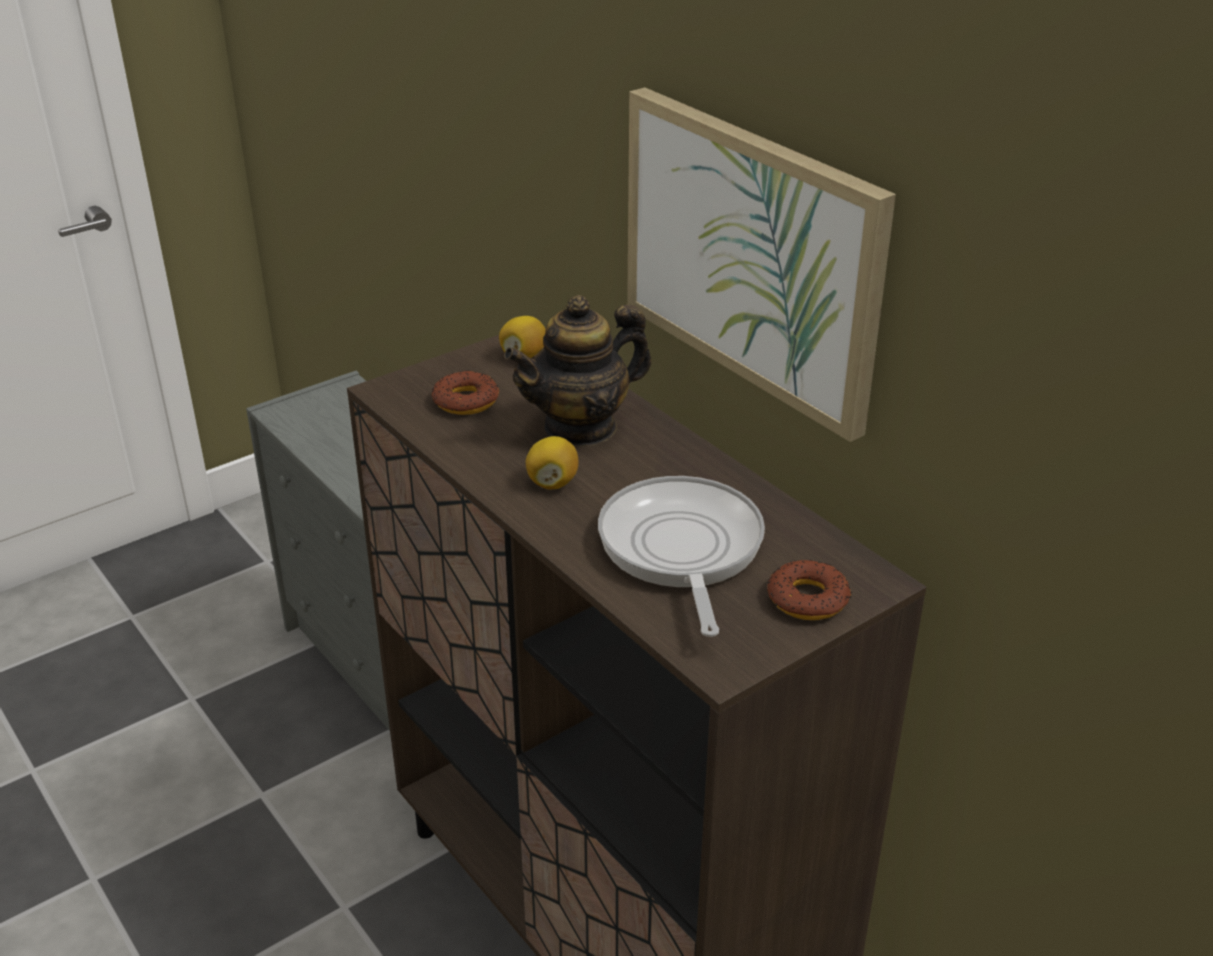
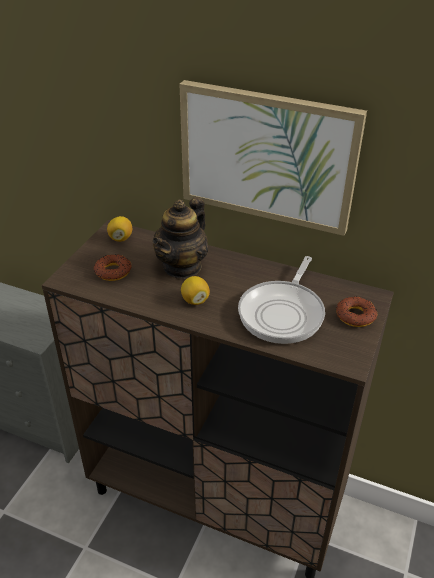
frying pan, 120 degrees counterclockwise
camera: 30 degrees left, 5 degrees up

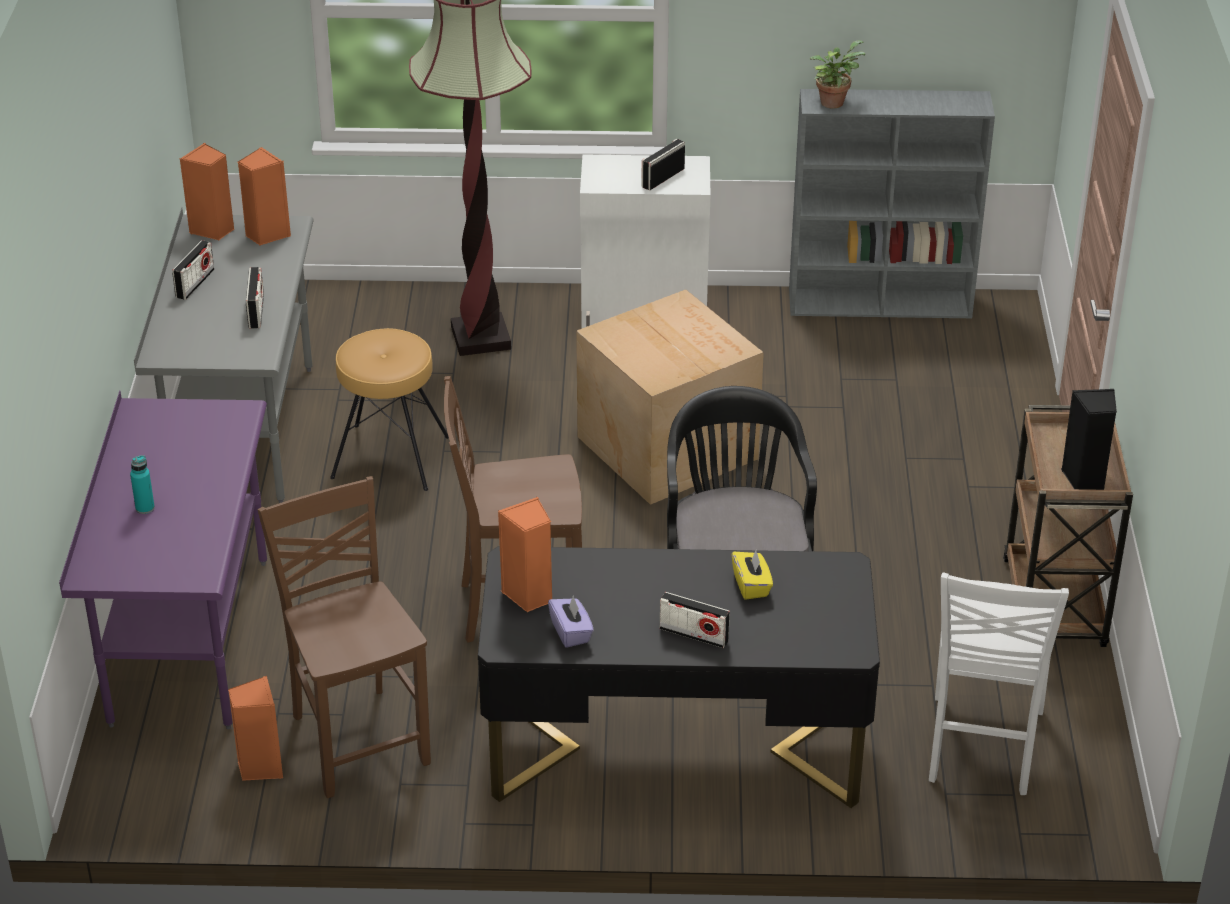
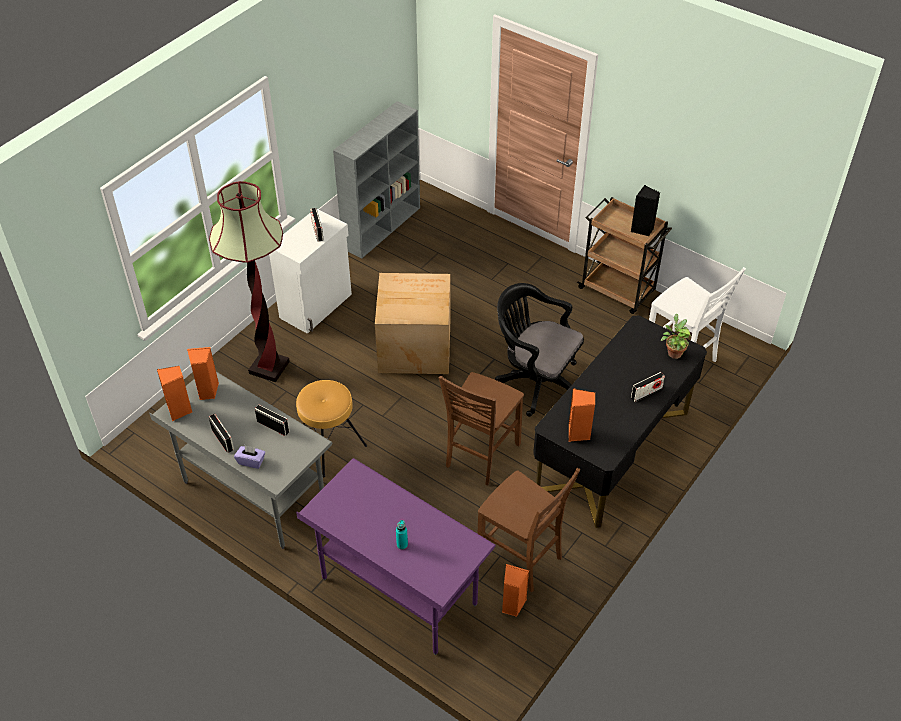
potted plant, moved
chair (brown) (1st from left in the first image) → chair (brown) (2nd from left), 150 degrees counterclockwise
tissue box (yellow) → -
tissue box (purple), moved
camera: 55 degrees left, 10 degrees up

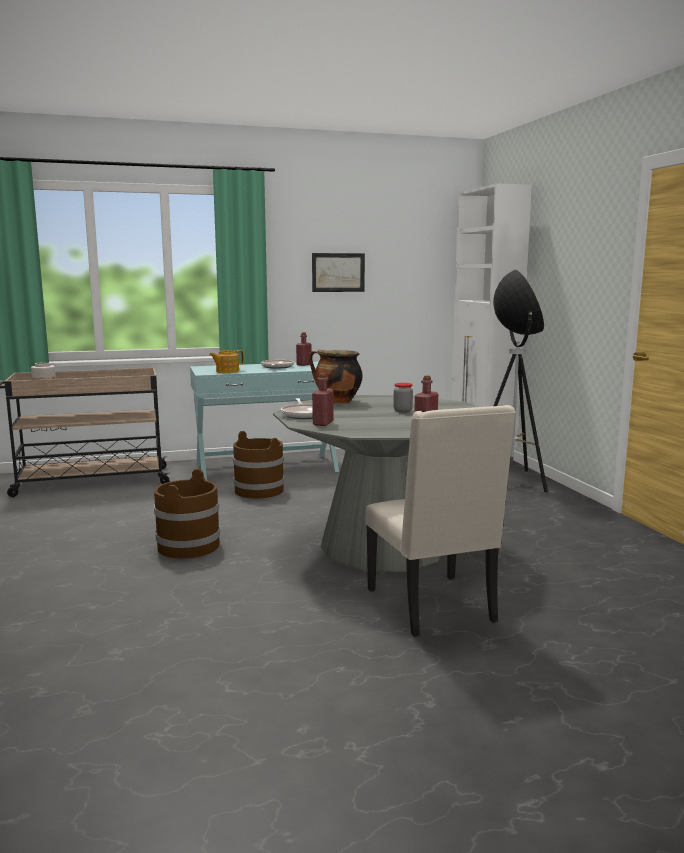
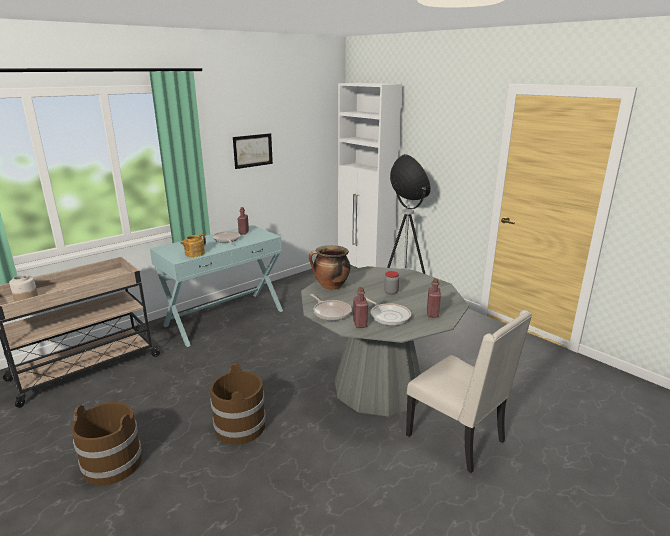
bucket (brown) (2nd from left in the first image) → bucket (brown) (1st from left), moved
- → frying pan (3rd from left)
camera: 25 degrees left, 10 degrees up

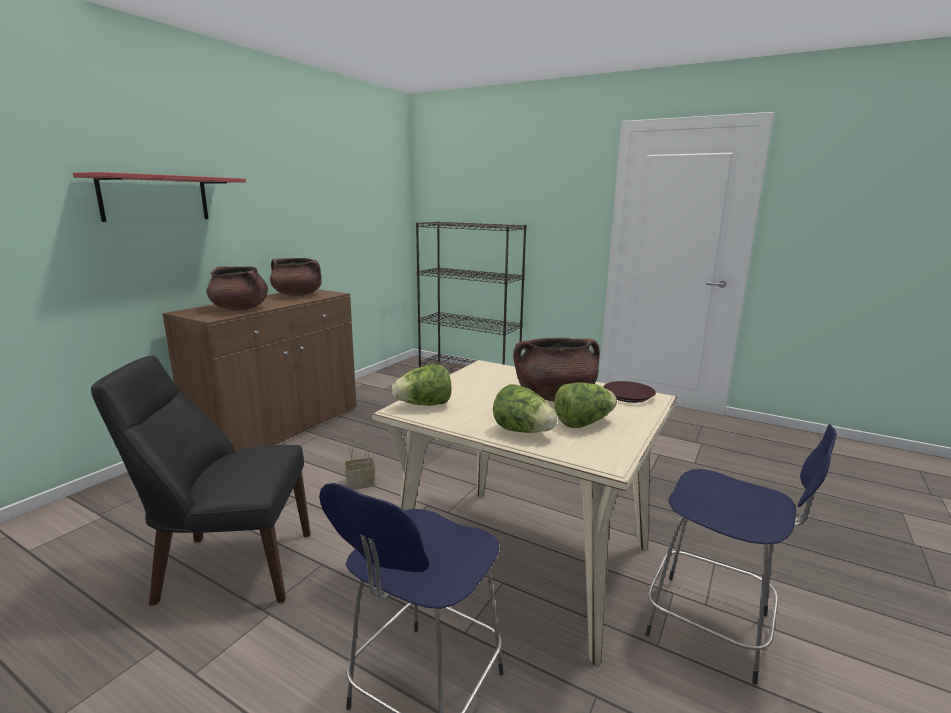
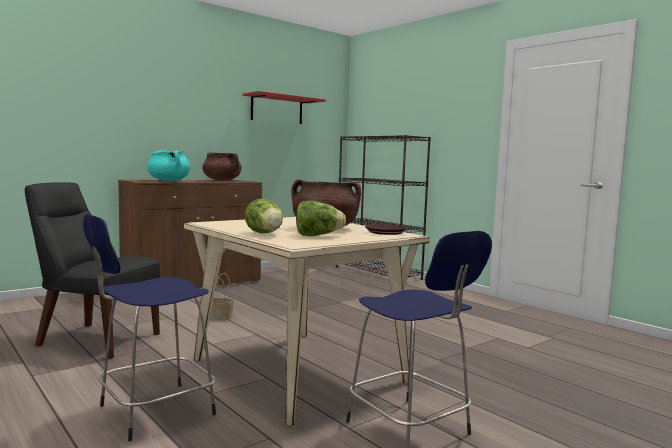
shelf (red), moved
cooking pot (brown) (1st from left) → cooking pot (turquoise)
lettuce (1st from left) → -
camera: 20 degrees right, 10 degrees down

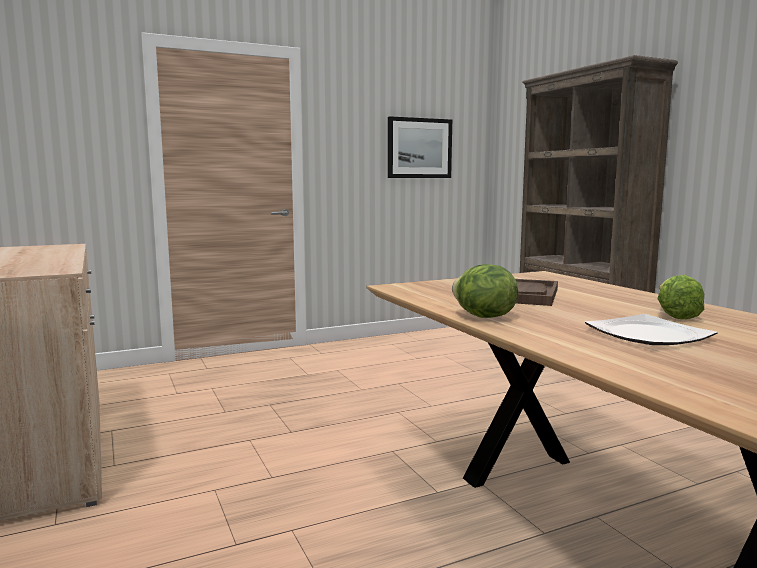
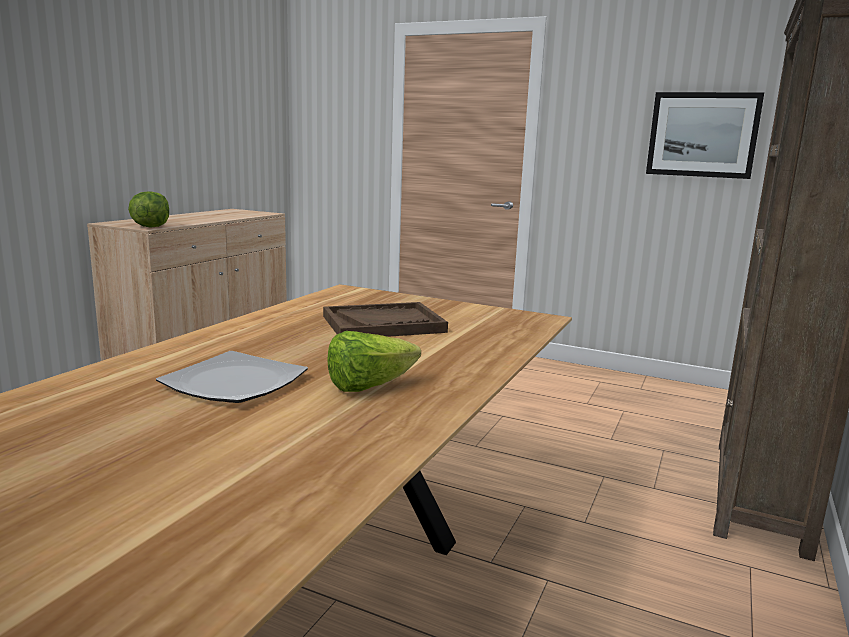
lettuce (1st from left), moved
camera: 50 degrees right, 5 degrees up

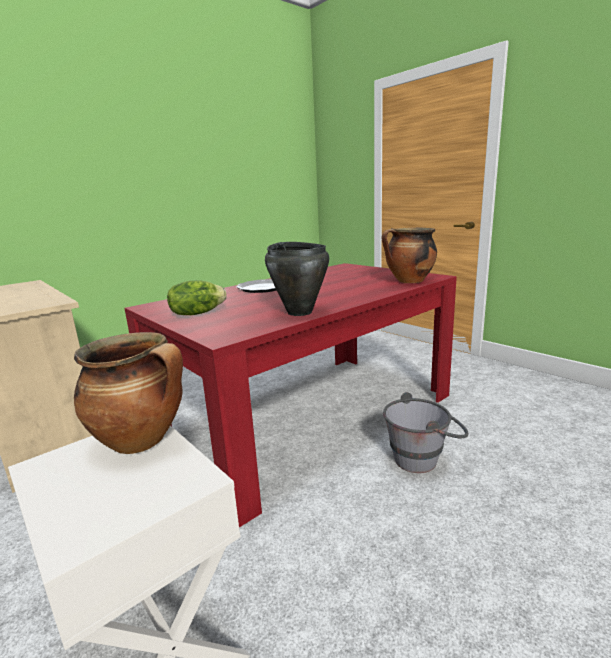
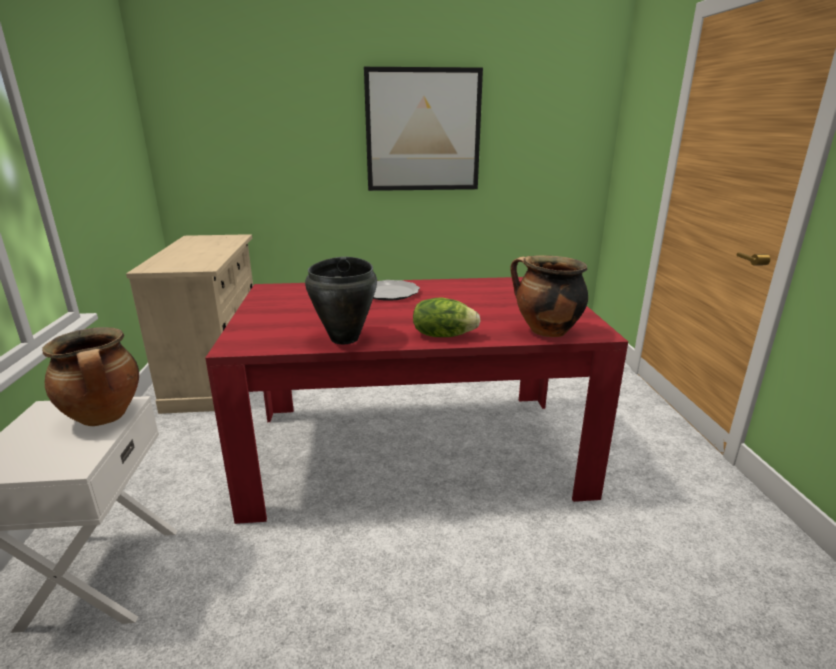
lettuce, moved
bucket (grey) → -
- → picture
camera: 35 degrees right, 5 degrees up

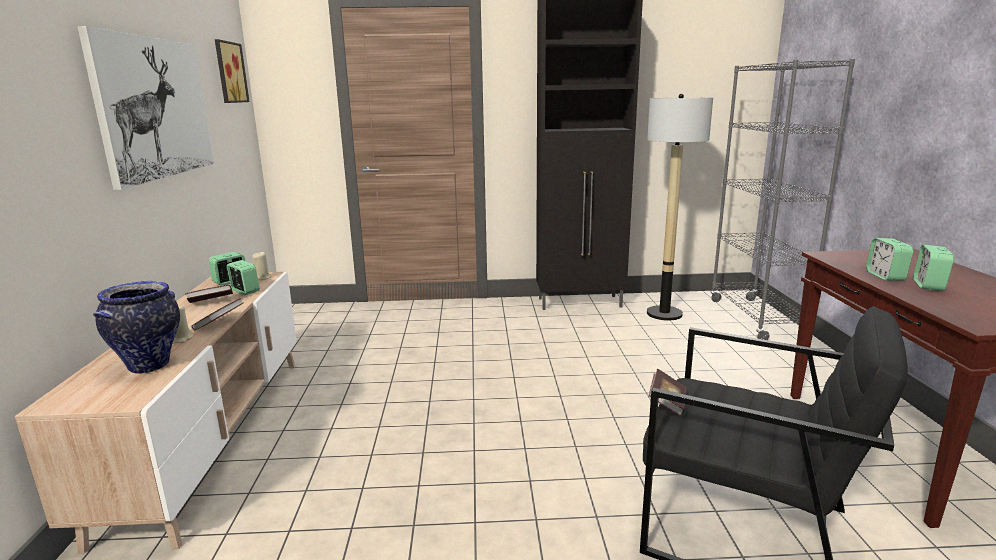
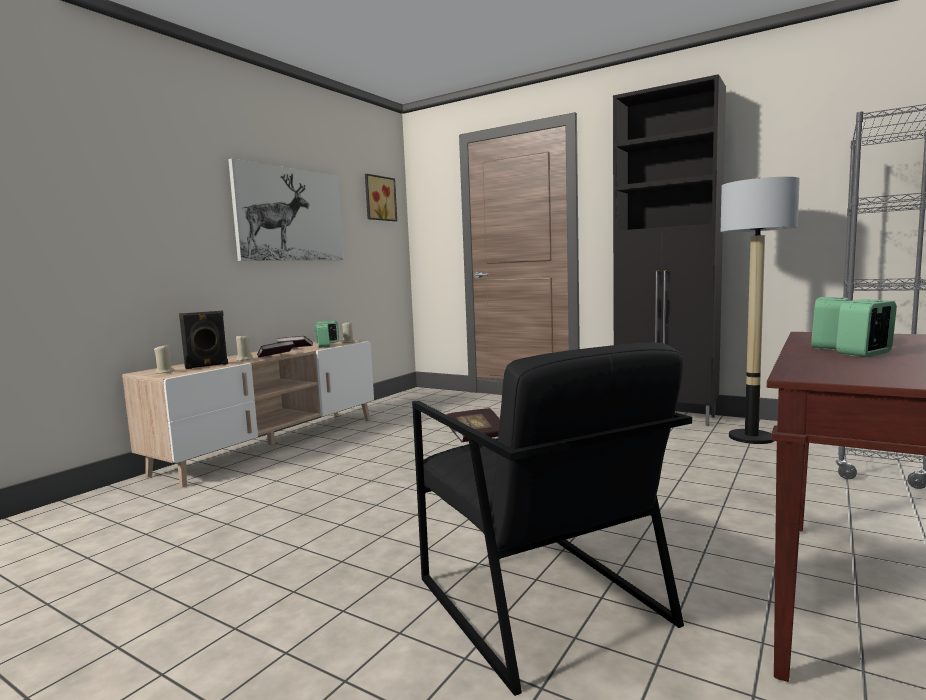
vase → speaker (black)
- → candle (beige) (1st from left)
camera: 35 degrees right, 10 degrees down

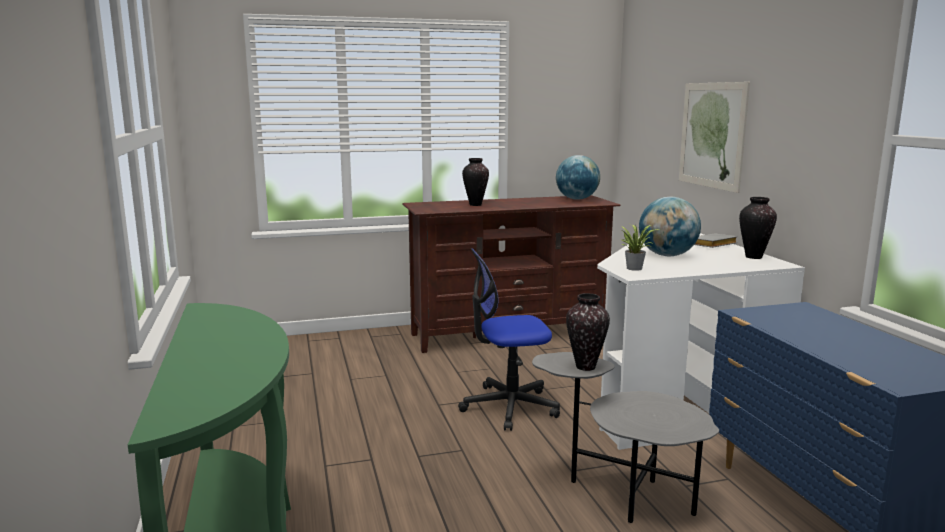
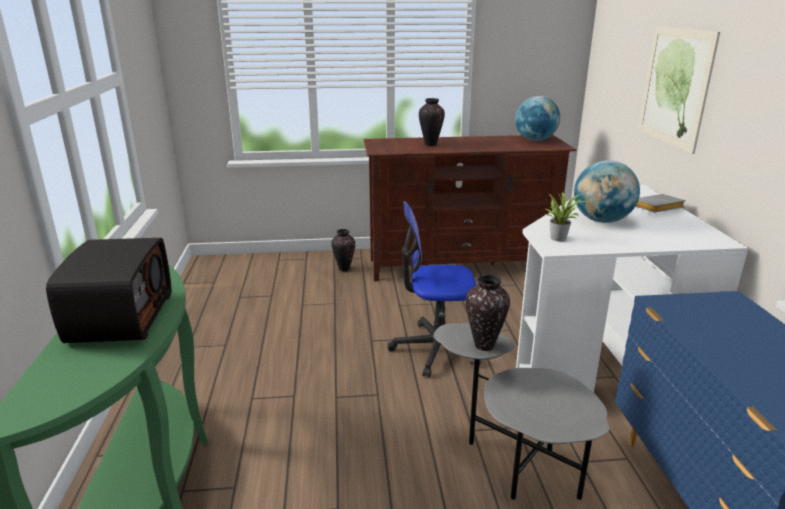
vase (3rd from left in the first image) → vase (1st from left), moved
- → radio
camera: 10 degrees right, 10 degrees up

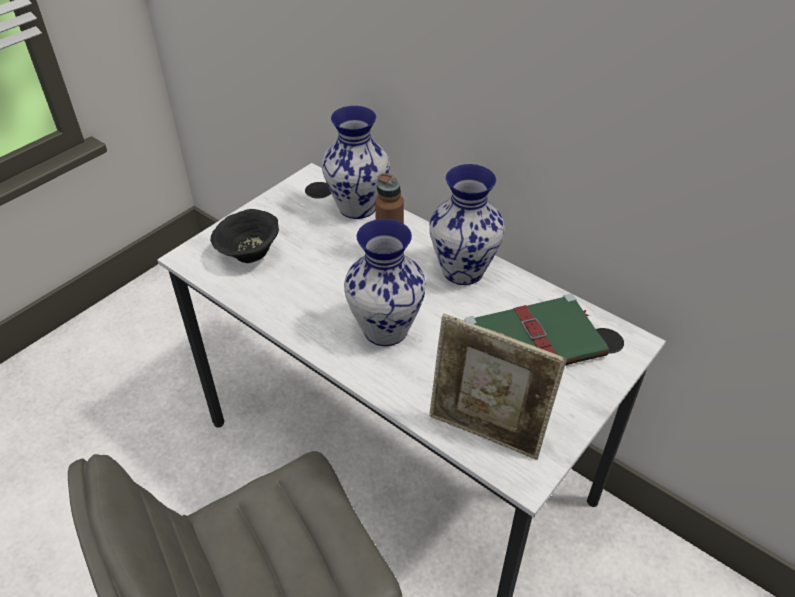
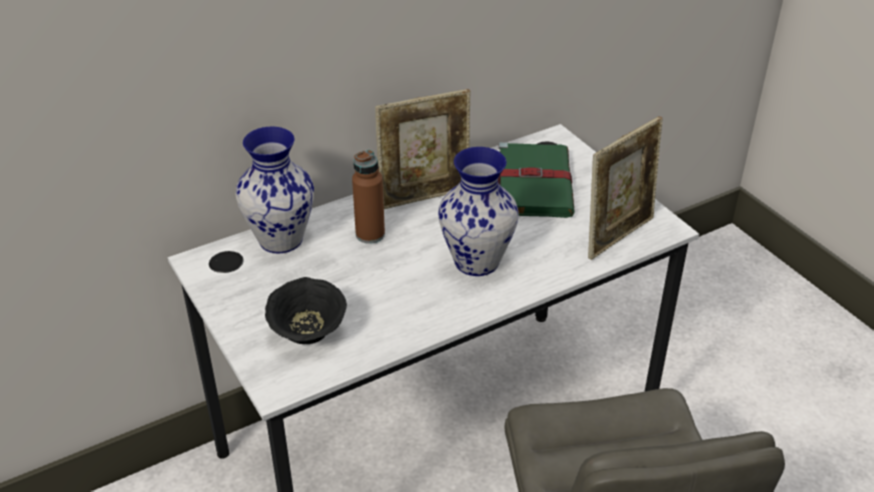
vase (3rd from left) → picture frame (1st from left)
camera: 70 degrees left, 5 degrees down

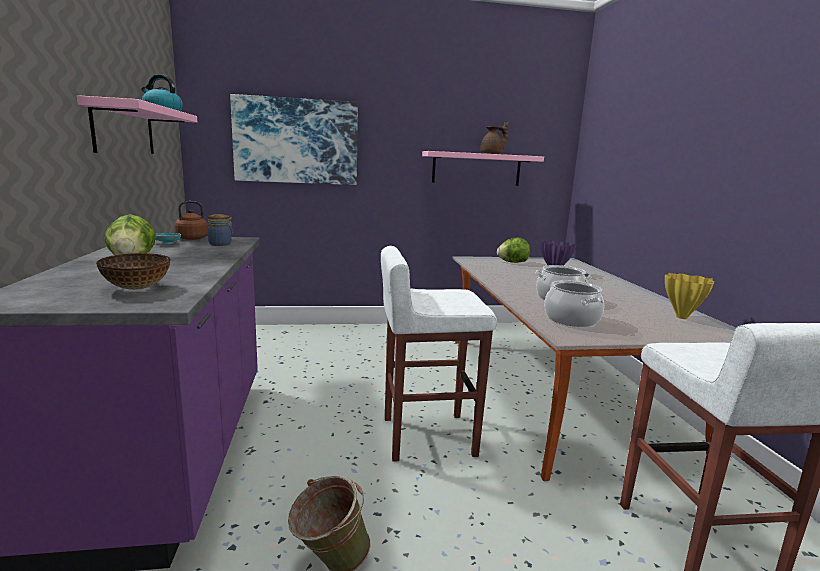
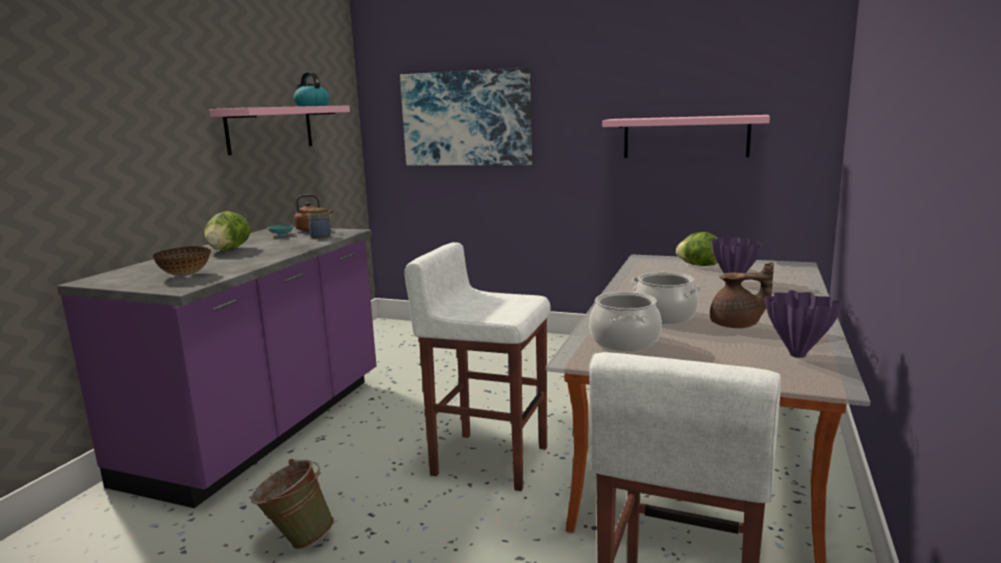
teapot (brown), moved
vase (yellow) → vase (purple) (2nd from left)
camera: 30 degrees right, 0 degrees up

